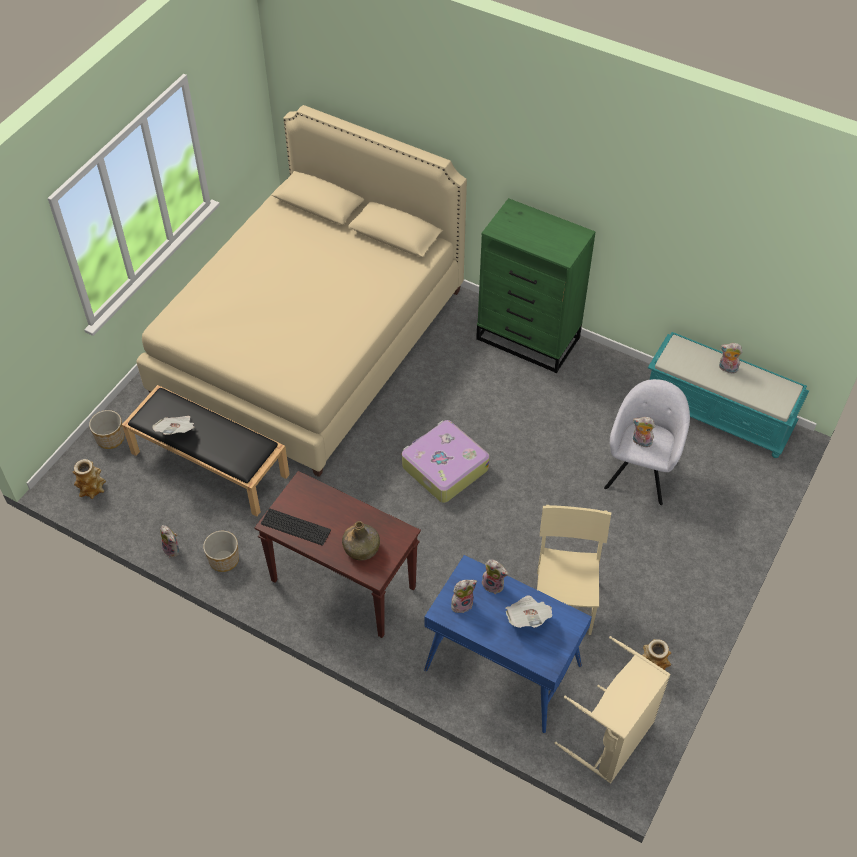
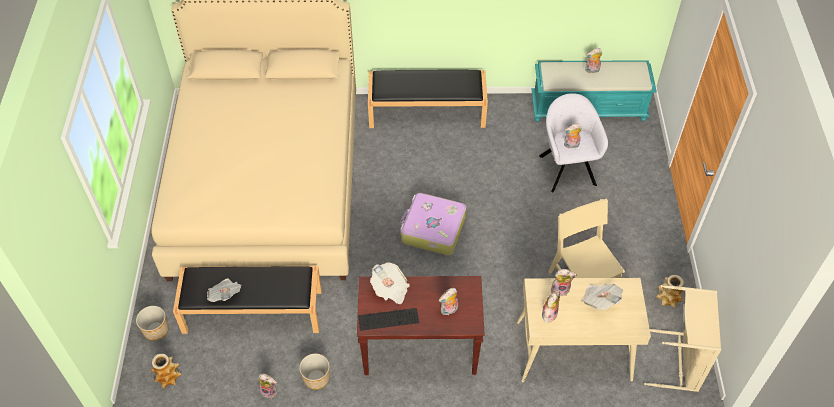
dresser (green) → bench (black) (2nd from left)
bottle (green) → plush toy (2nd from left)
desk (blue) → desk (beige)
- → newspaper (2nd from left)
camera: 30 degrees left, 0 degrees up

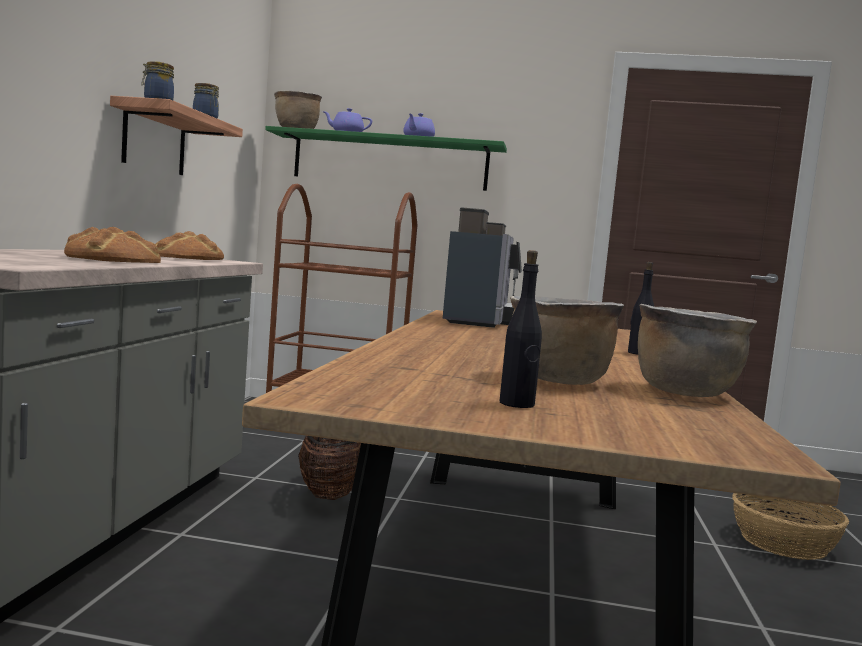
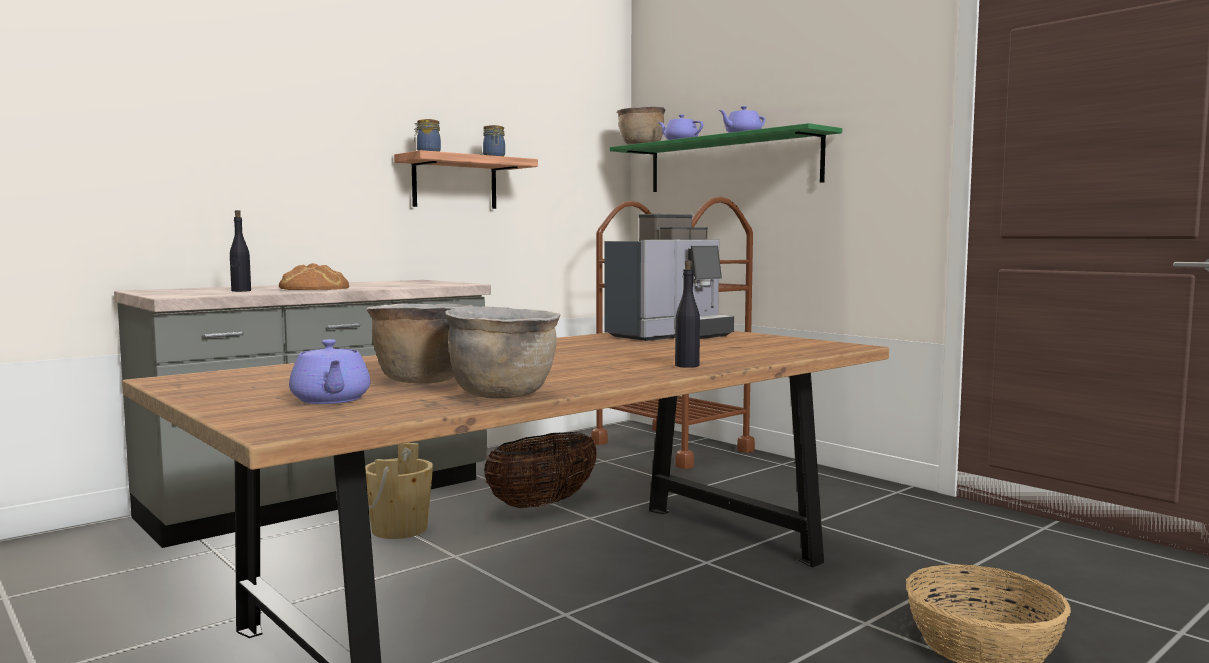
bread (2nd from left) → -
bottle (black) (1st from left), moved
- → teapot (purple) (1st from left)
- → bucket (beige)
camera: 40 degrees right, 0 degrees up

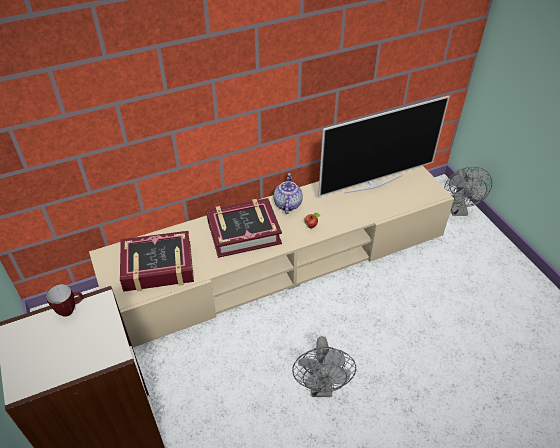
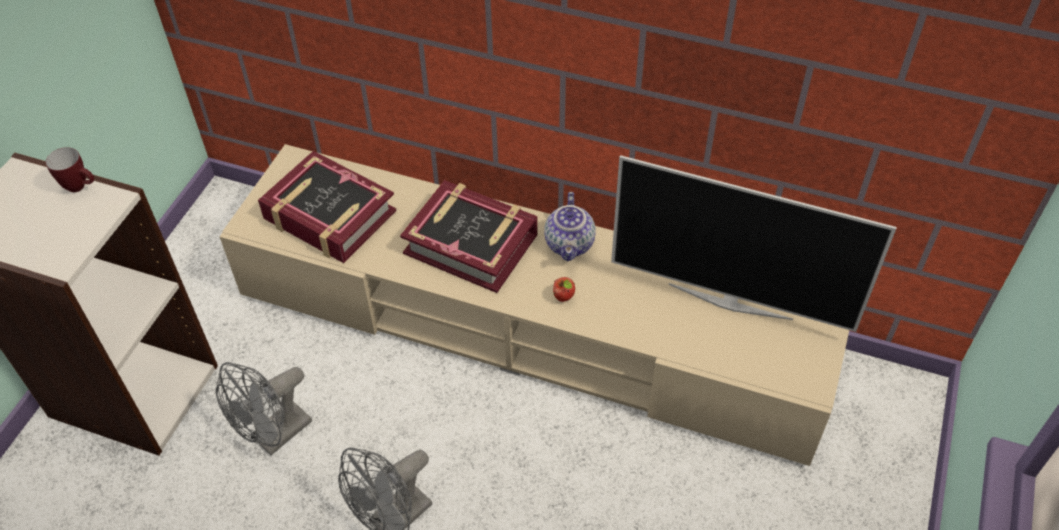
fan (grey) (2nd from left in the first image) → fan (grey) (1st from left), moved
teapot, 135 degrees clockwise
camera: 45 degrees right, 5 degrees up

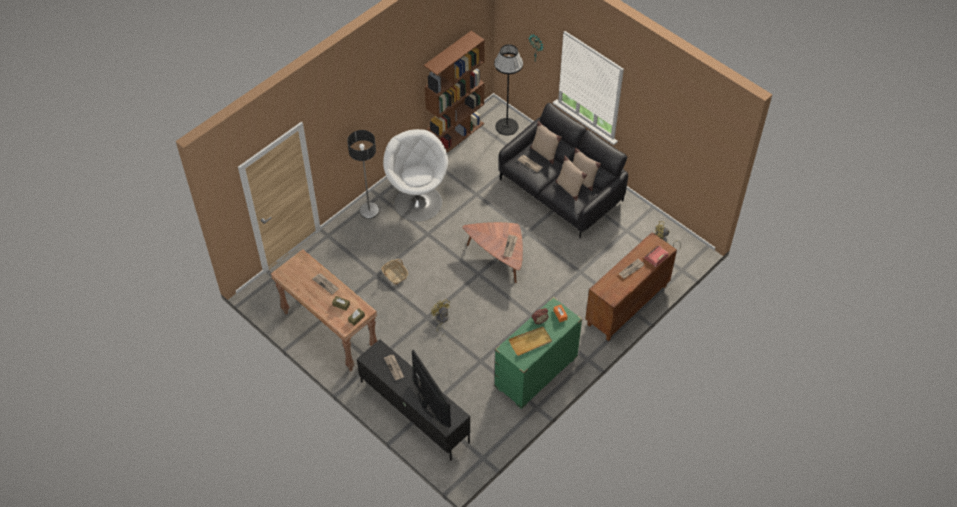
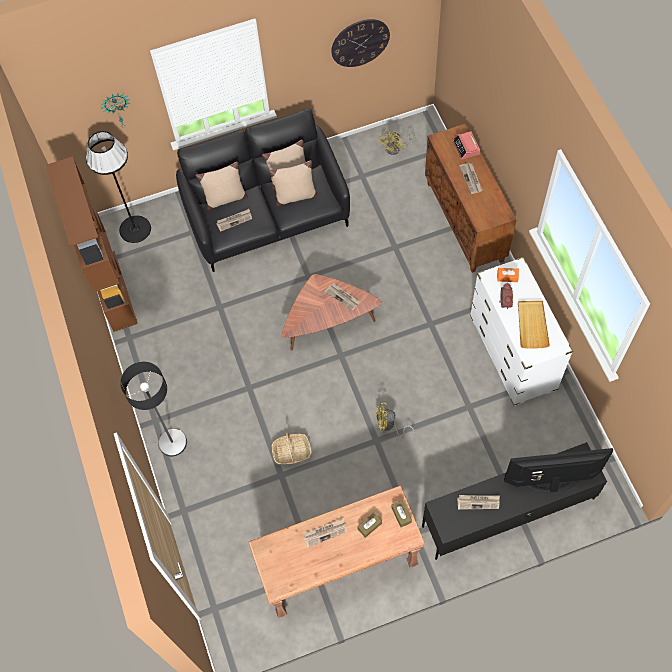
armchair (white) → -
dresser (green) → dresser (white)
- → wall clock (2nd from left)
camera: 60 degrees left, 10 degrees up

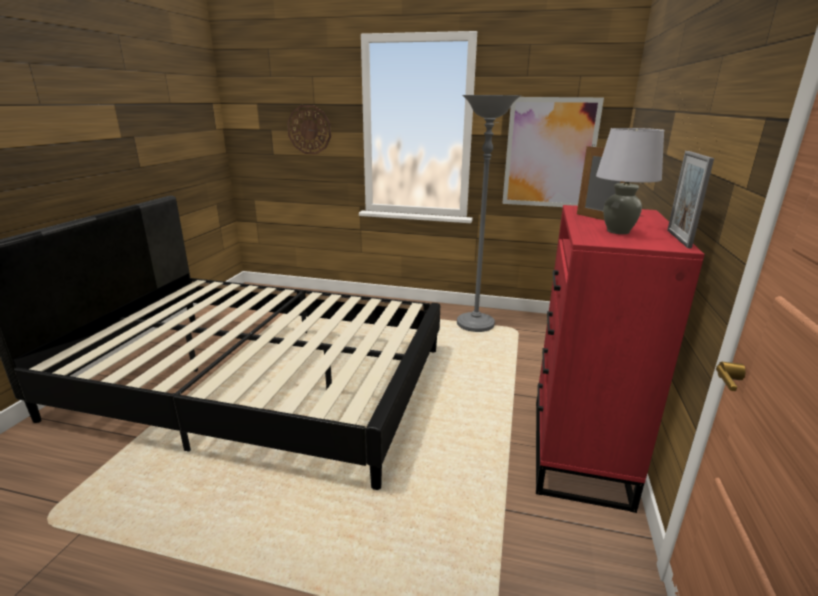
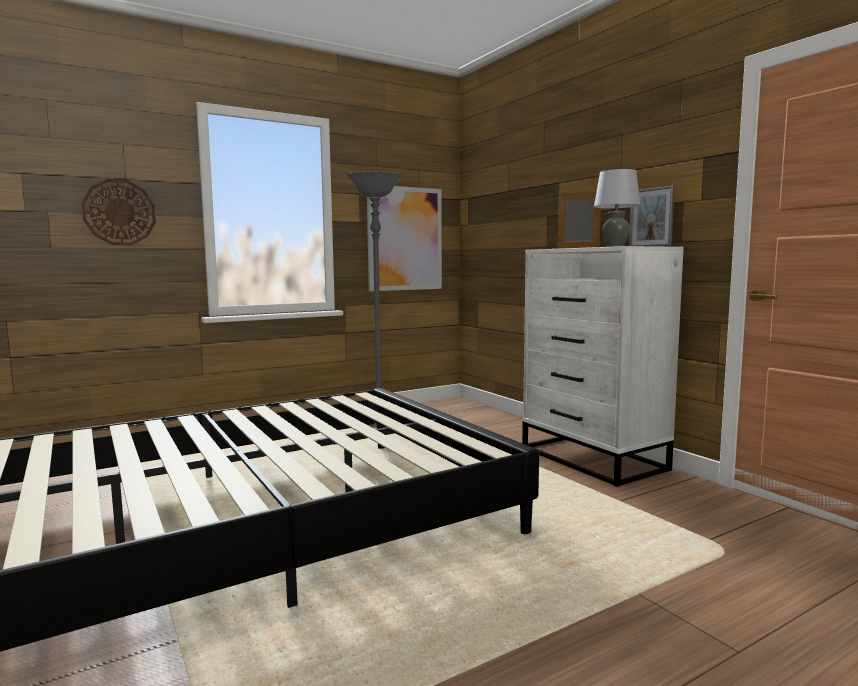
dresser (red) → dresser (white)
camera: 45 degrees left, 15 degrees down

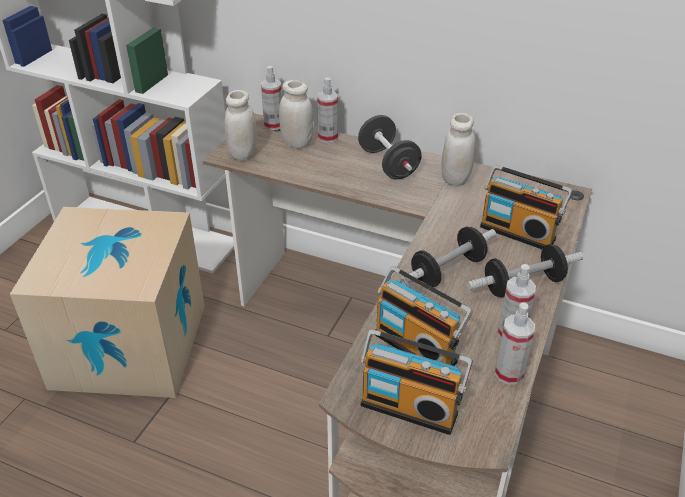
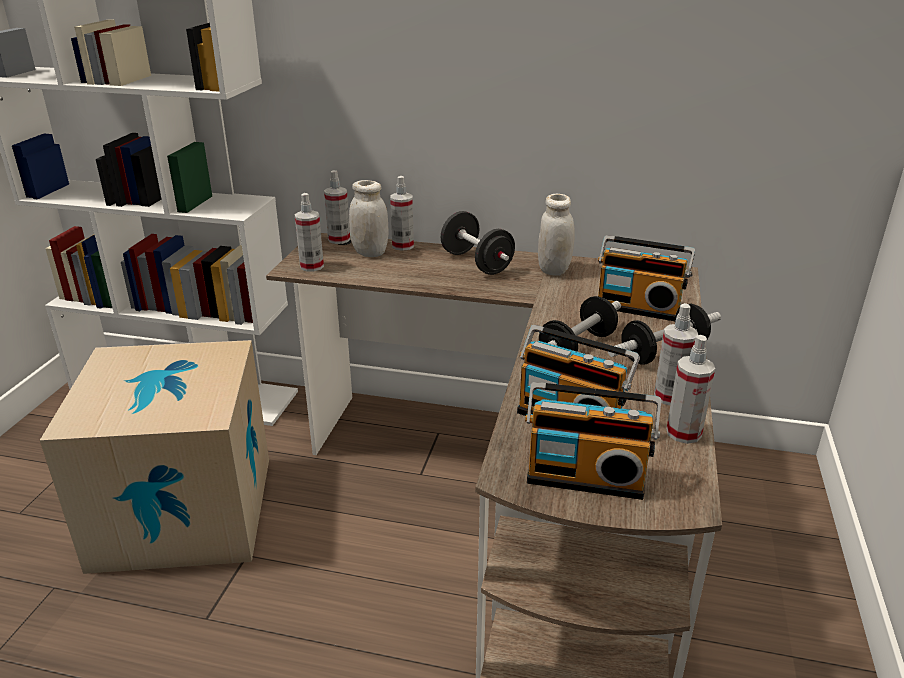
jar (white) (1st from left) → spray bottle (1st from left)
camera: 10 degrees left, 10 degrees down

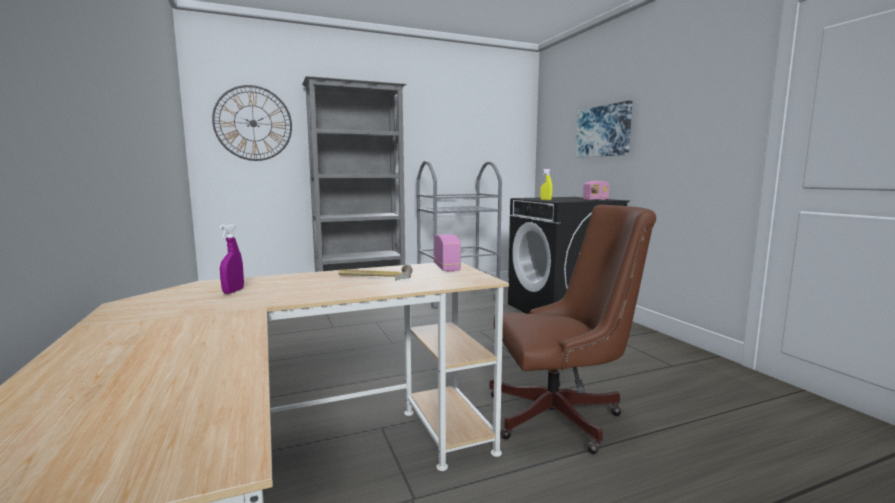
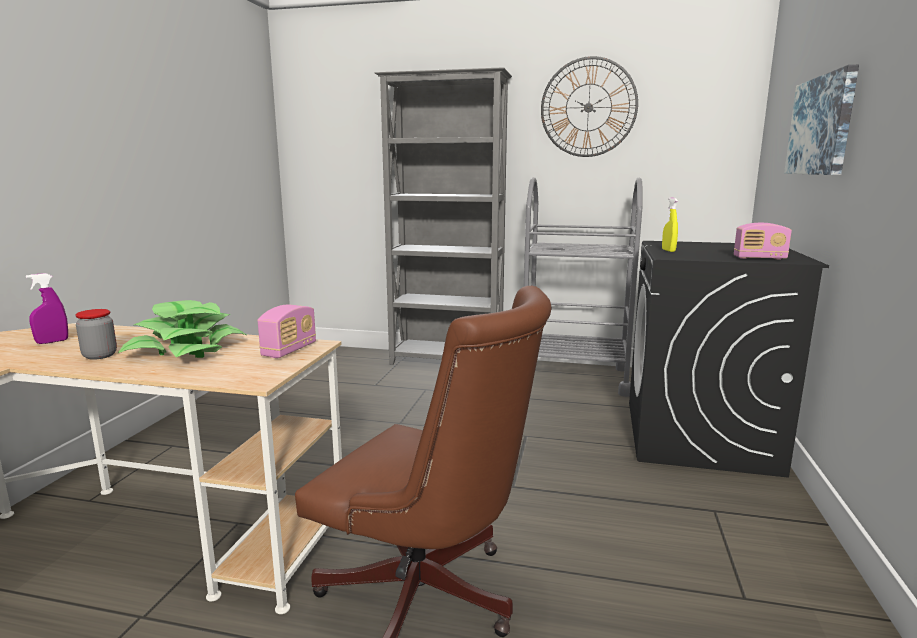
wall clock, moved
hammer → potted plant
- → jar
camera: 35 degrees right, 5 degrees up

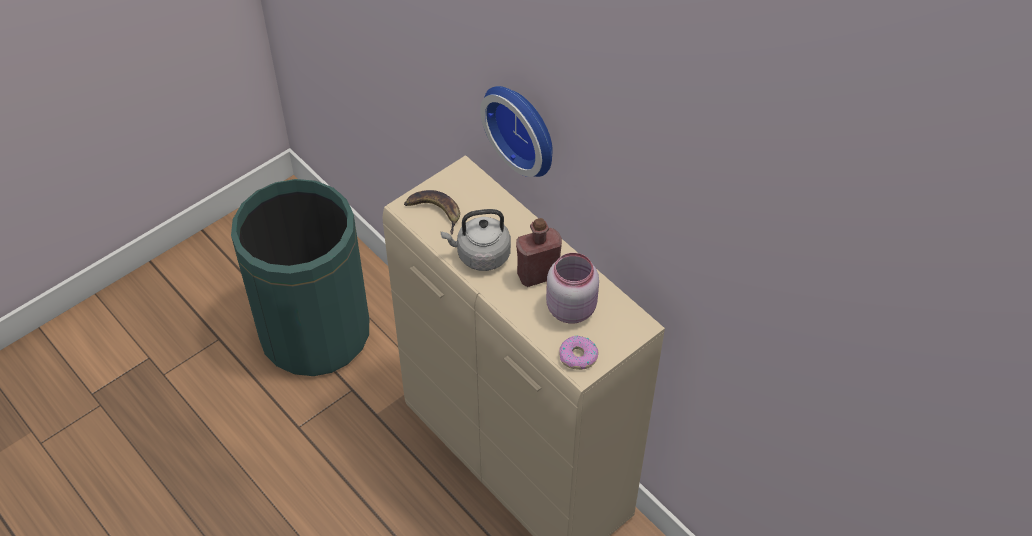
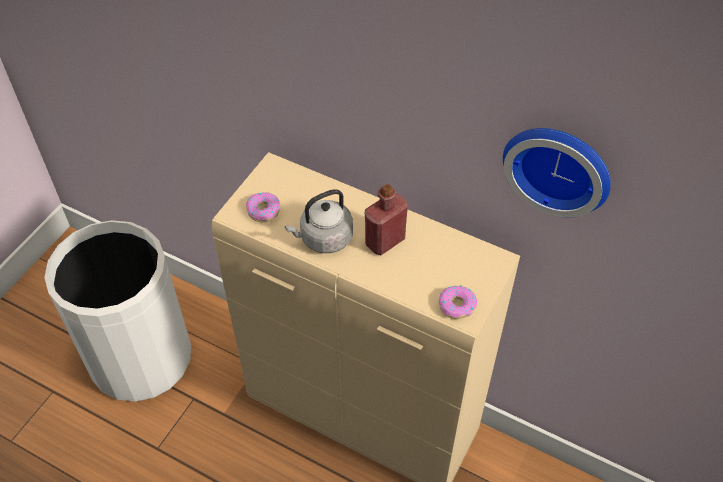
wall clock, moved
trash can (green) → trash can (white)
banana → donut (1st from left)
jar (pink) → -
camera: 20 degrees left, 0 degrees up

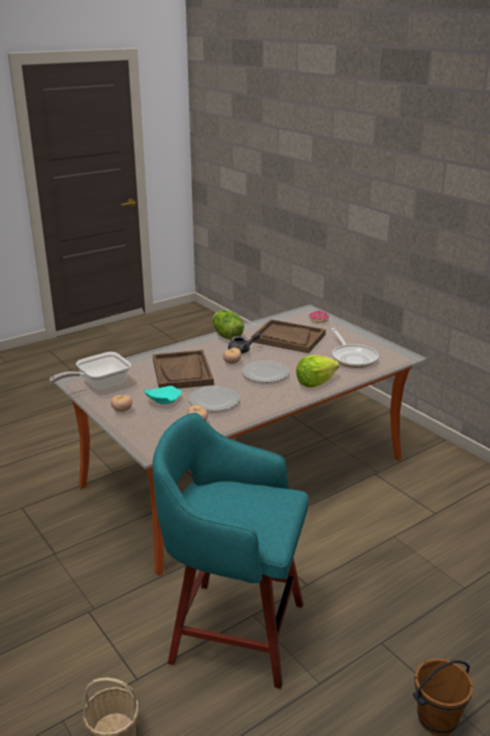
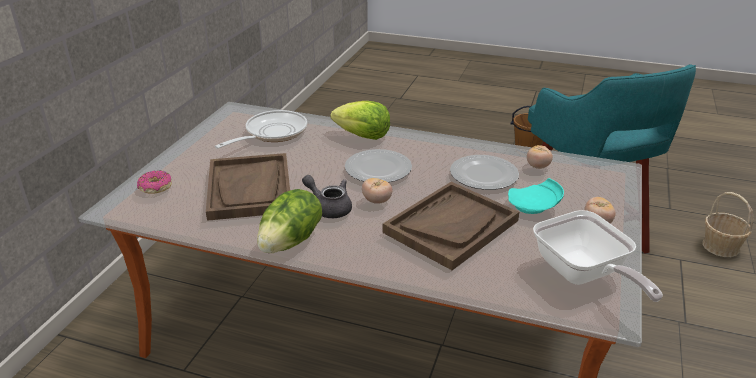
frying pan (1st from left in the first image) → frying pan (2nd from left), 45 degrees clockwise
camera: 125 degrees left, 5 degrees up

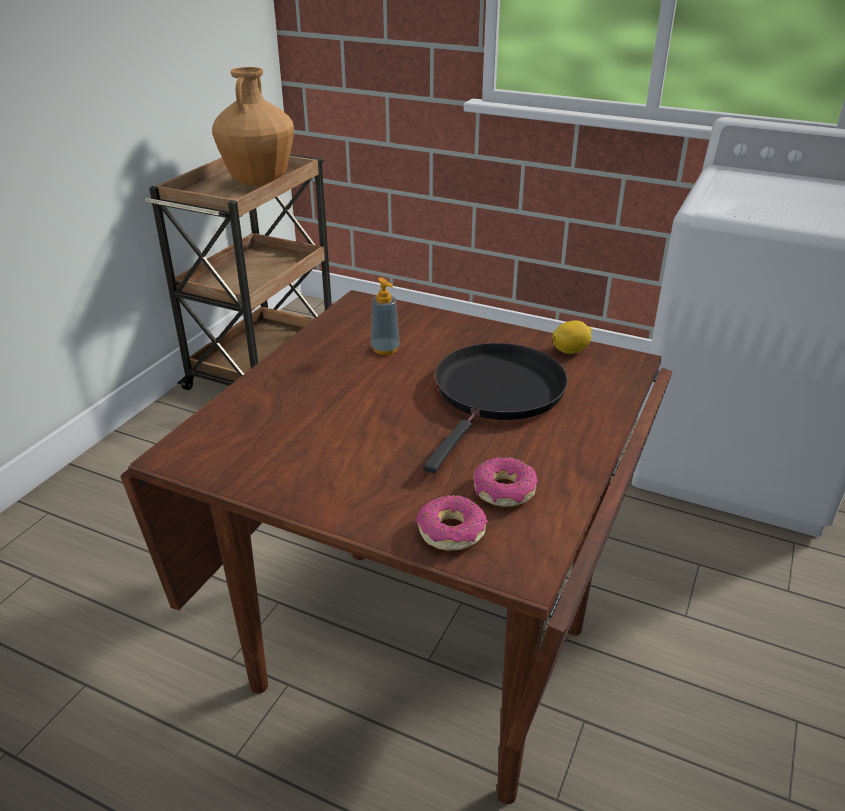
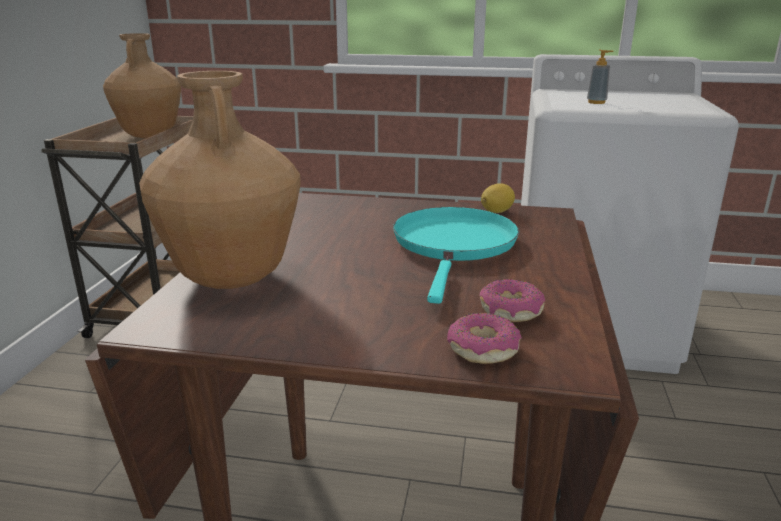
soap dispenser, moved
frying pan (black) → frying pan (turquoise)
- → vase (brown) (2nd from left)
camera: 15 degrees left, 10 degrees down

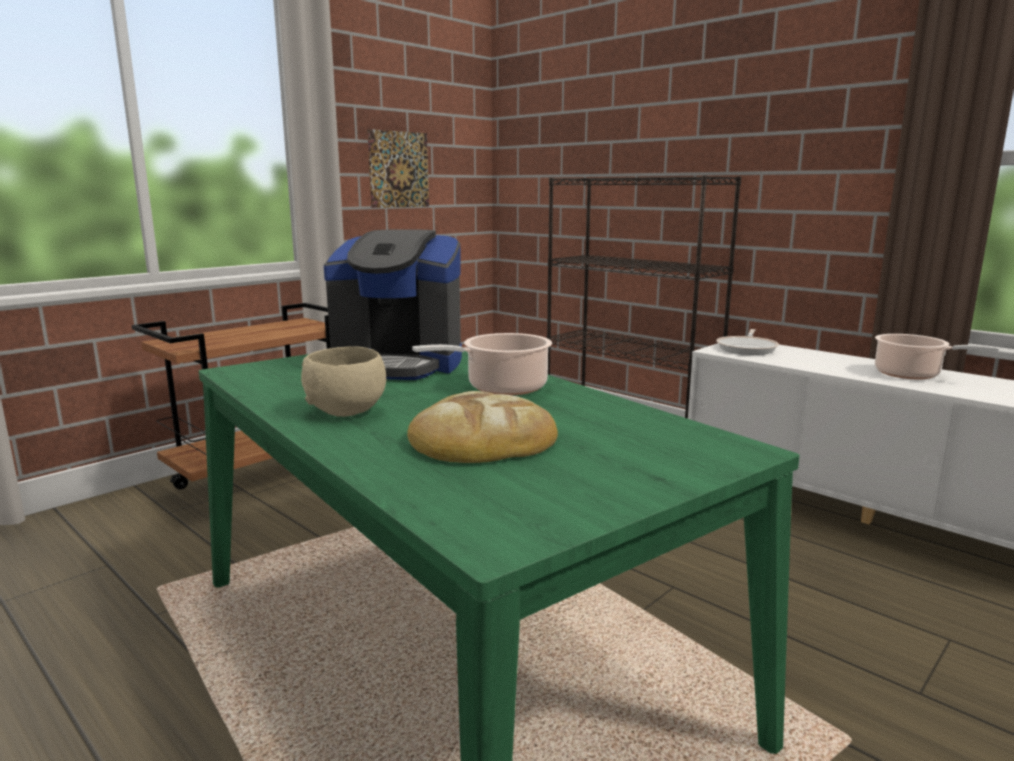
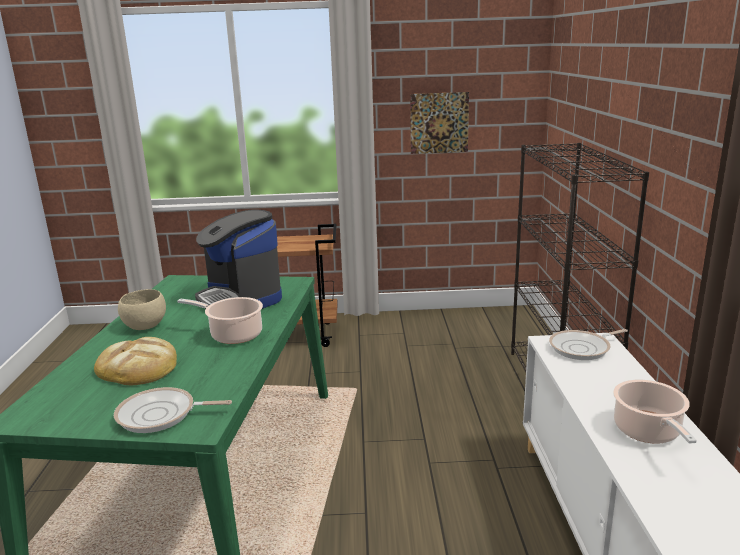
- → frying pan (1st from left)
camera: 45 degrees right, 5 degrees up

